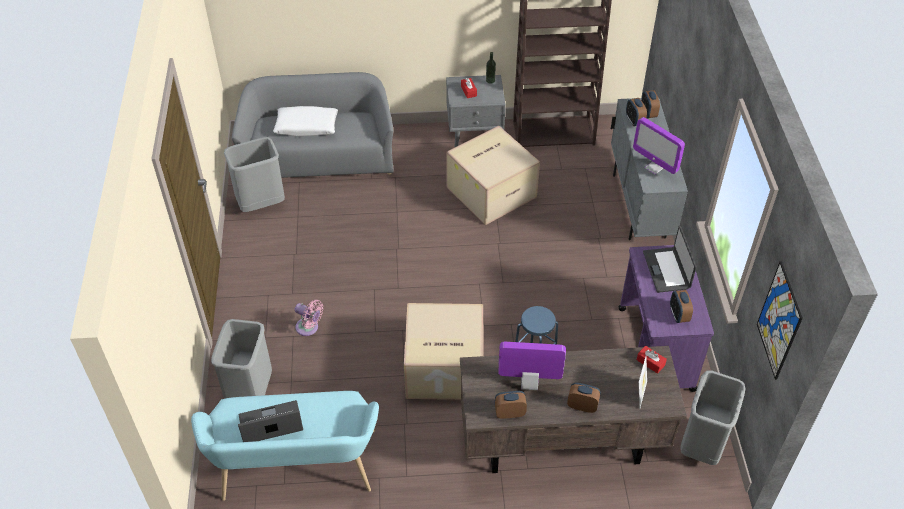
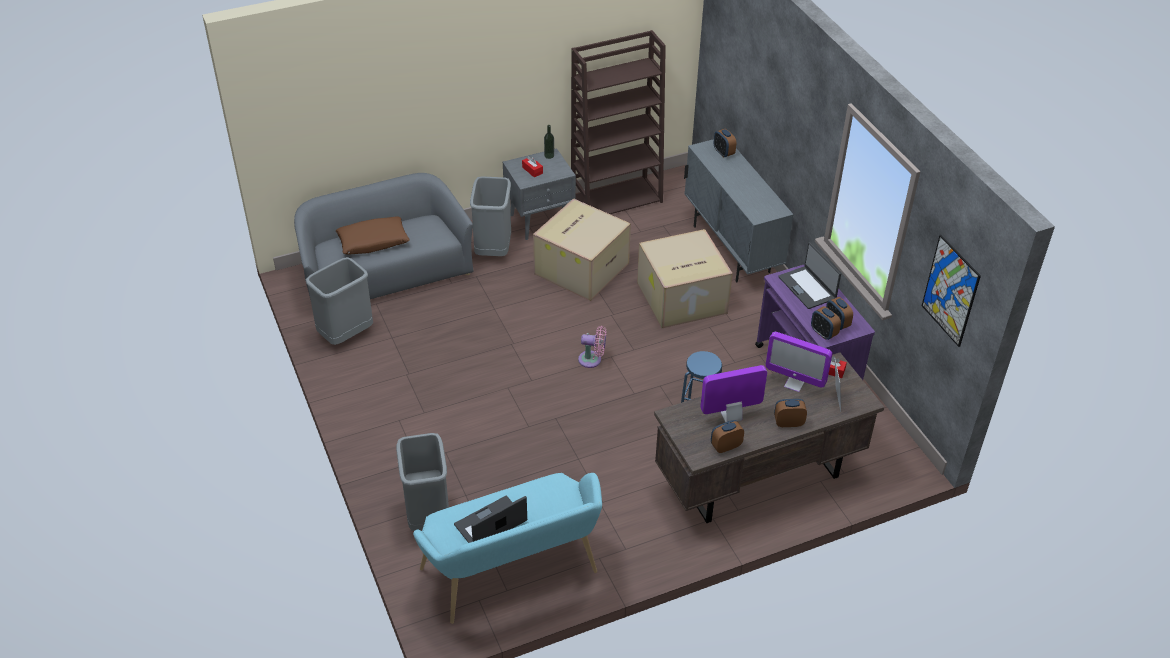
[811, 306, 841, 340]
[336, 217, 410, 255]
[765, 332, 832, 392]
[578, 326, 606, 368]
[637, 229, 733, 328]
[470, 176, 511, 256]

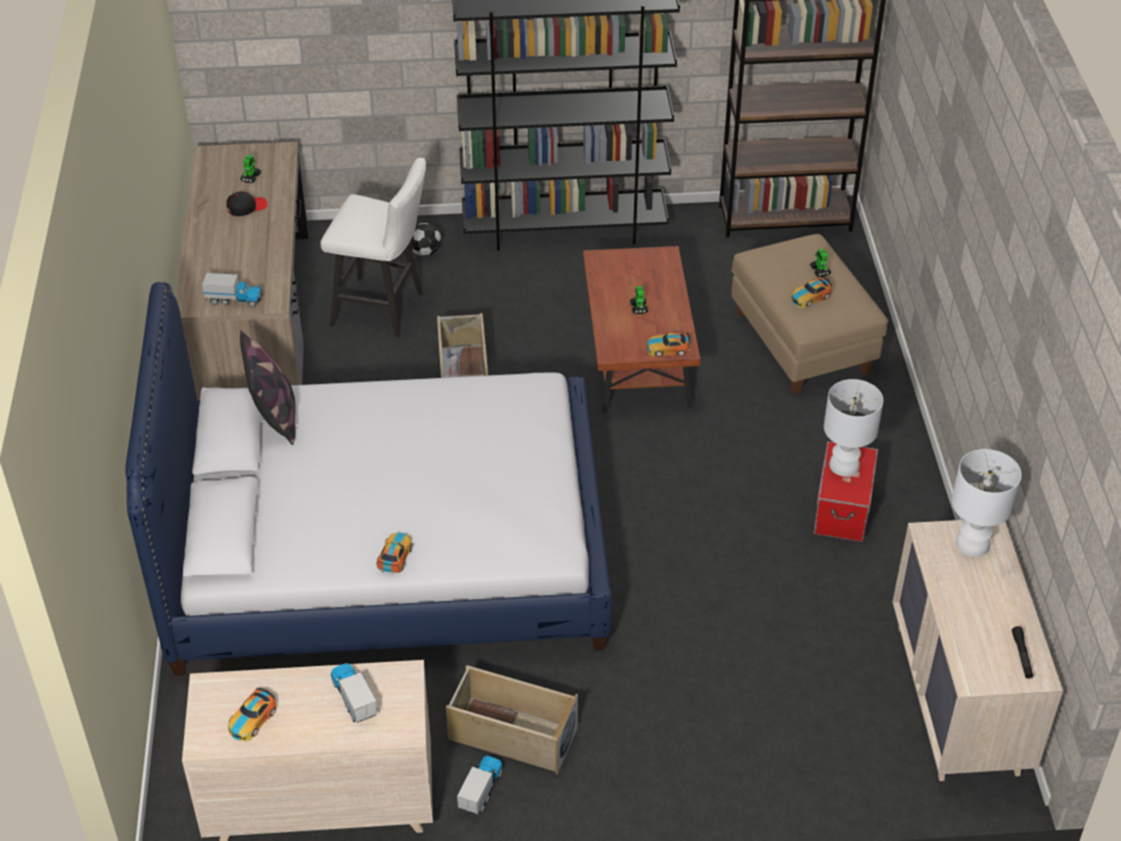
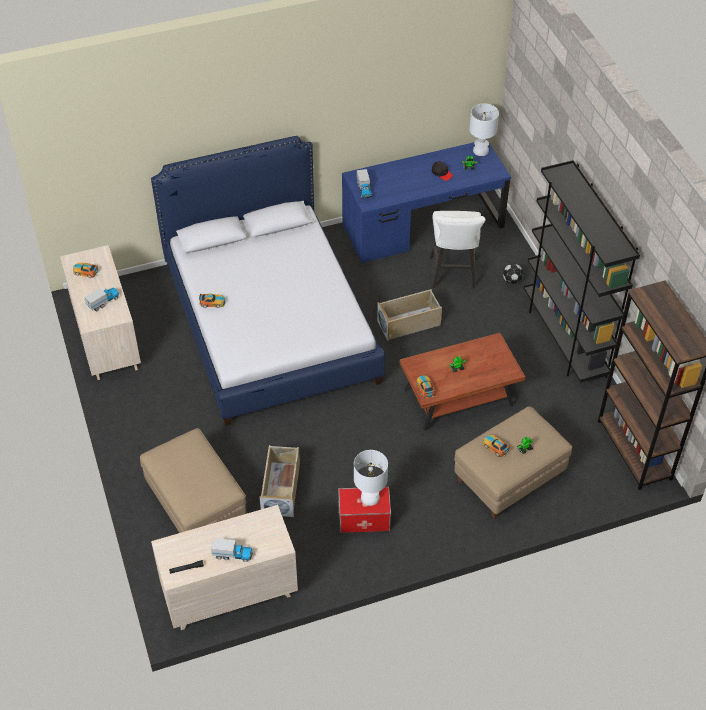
[342, 139, 511, 263]
[240, 330, 296, 445] (first image)
[469, 104, 499, 156]
[259, 445, 300, 517]
[211, 538, 253, 562]
[140, 428, 247, 533]

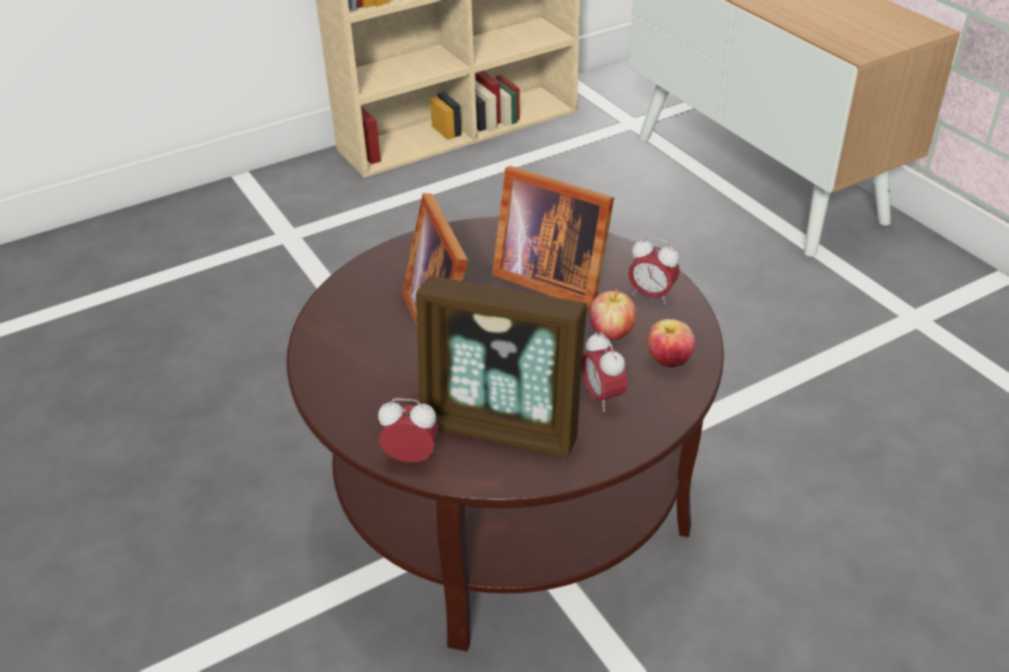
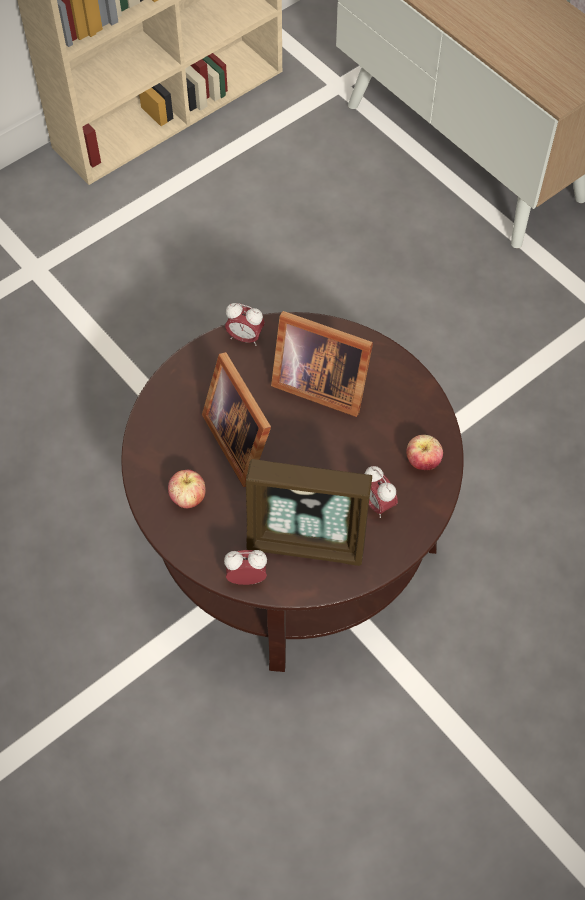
[225, 303, 265, 346]
[168, 470, 206, 508]

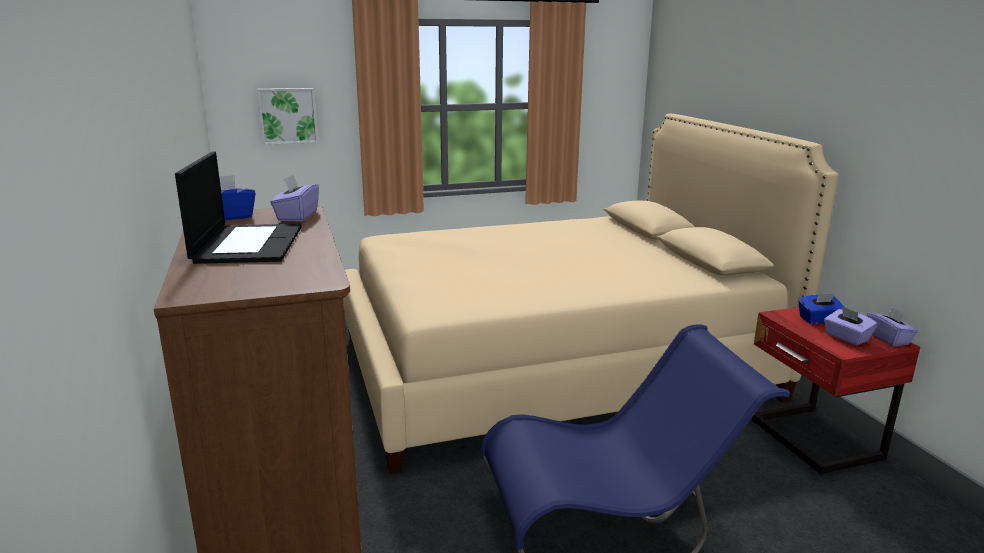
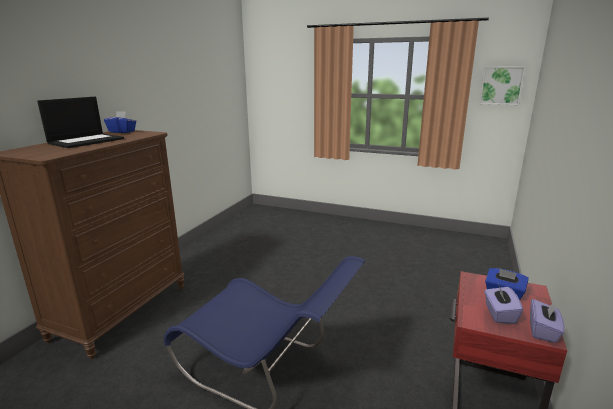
[479, 67, 525, 105]
[343, 114, 839, 474] (first image)
[270, 174, 319, 222] (first image)

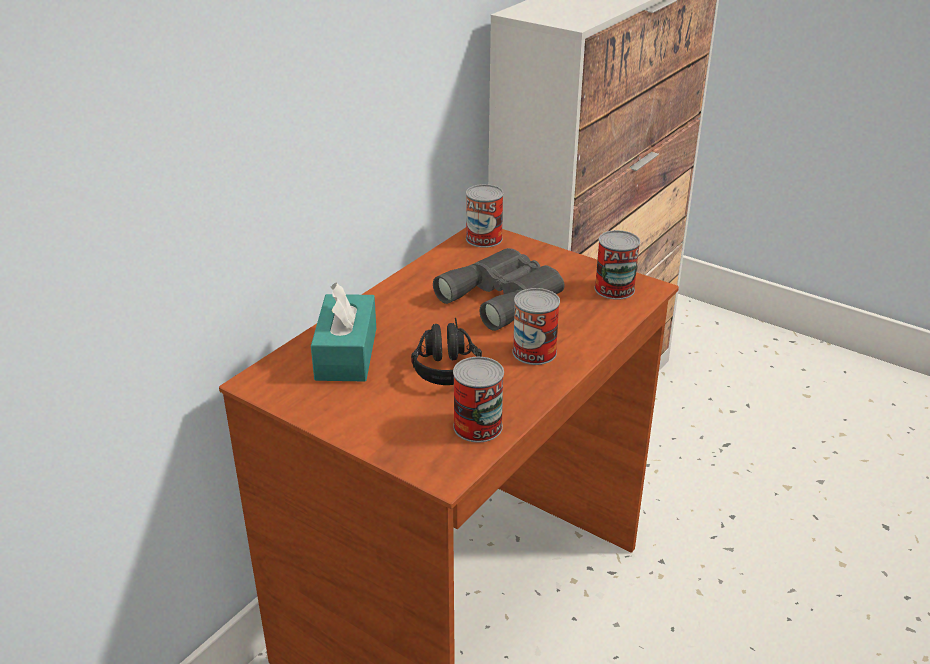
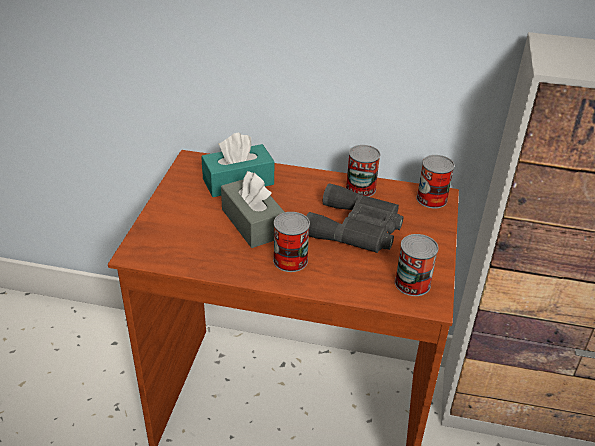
[221, 171, 284, 248]
[346, 145, 380, 197]

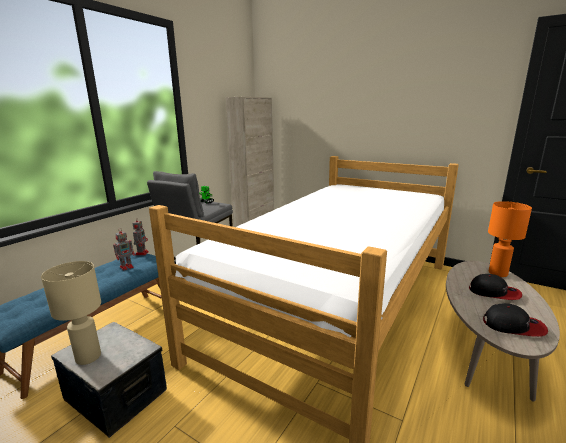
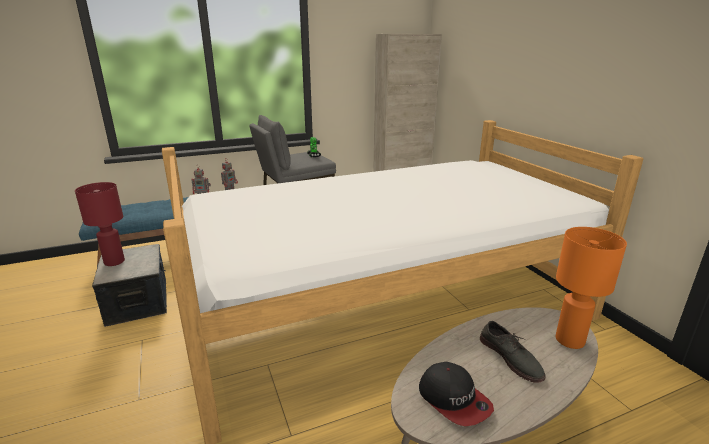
[75, 182, 125, 266]
[480, 321, 546, 383]

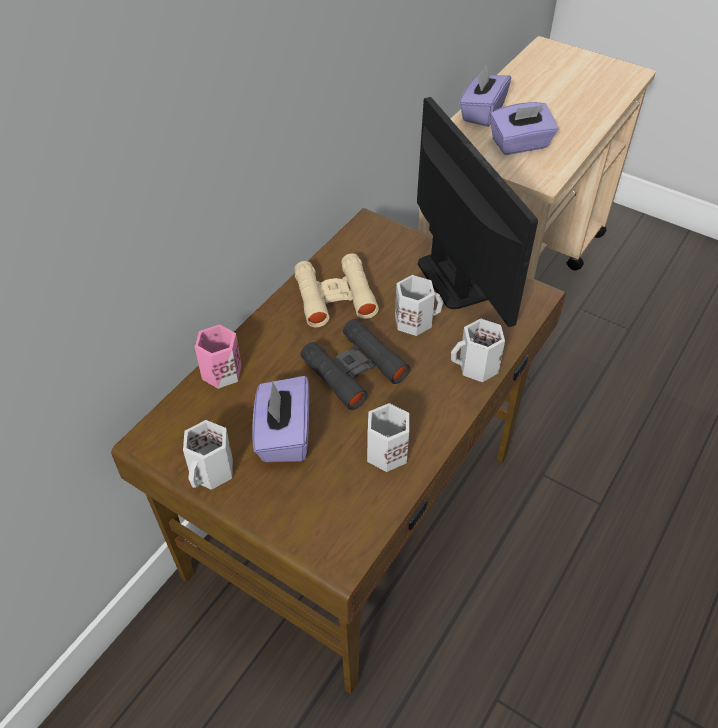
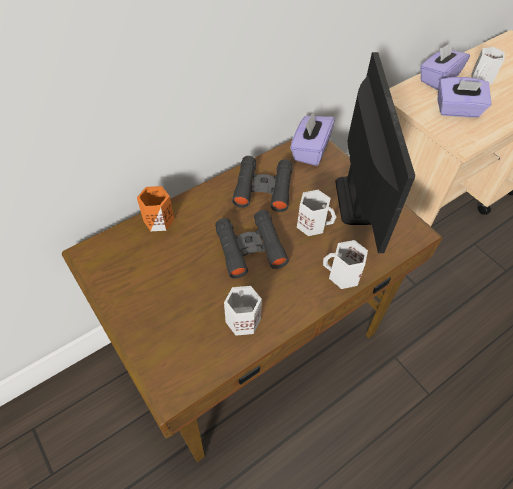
[232, 156, 292, 212]
[137, 186, 174, 231]
[290, 111, 335, 166]
[471, 47, 505, 84]

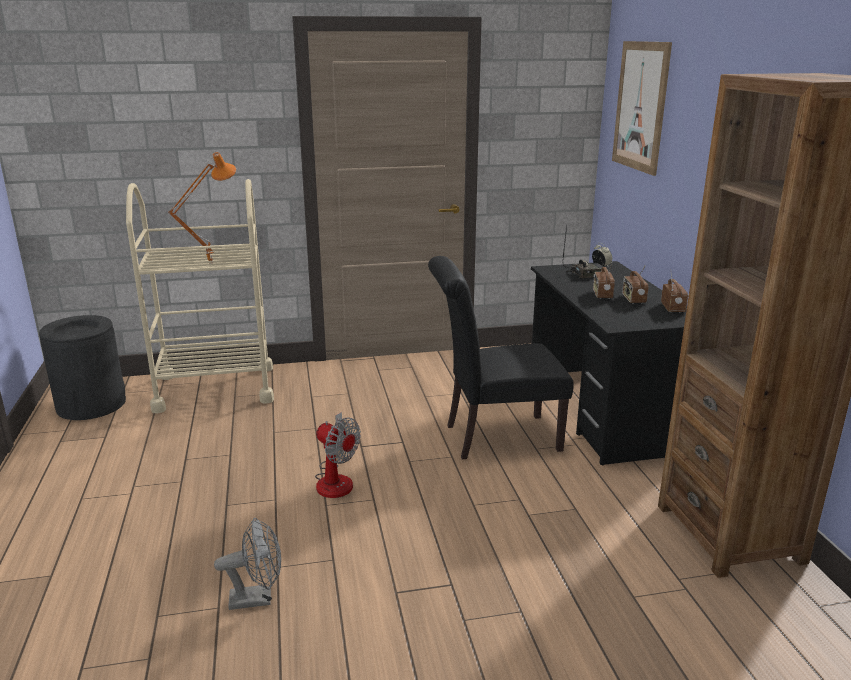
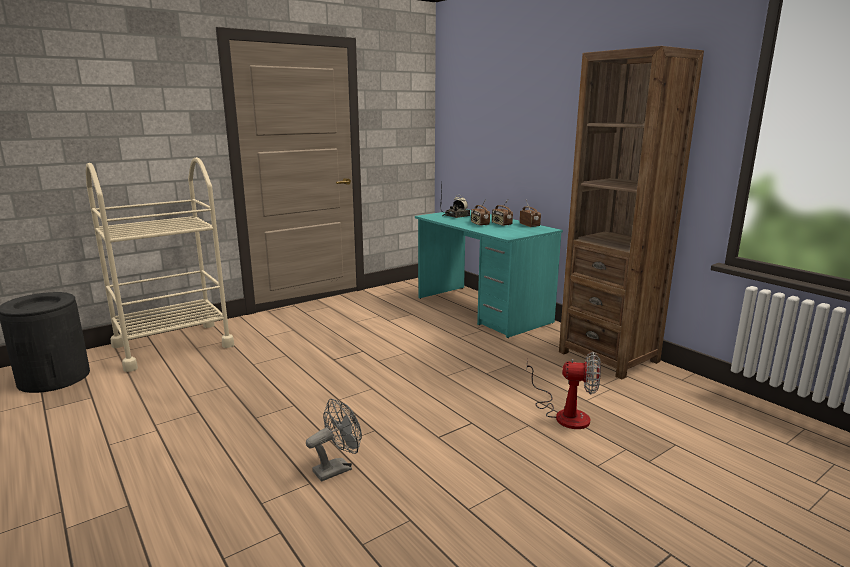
[612, 41, 672, 176] (first image)
[168, 152, 236, 264] (first image)
[428, 256, 574, 459] (first image)
[415, 209, 563, 338]
[526, 352, 601, 429]

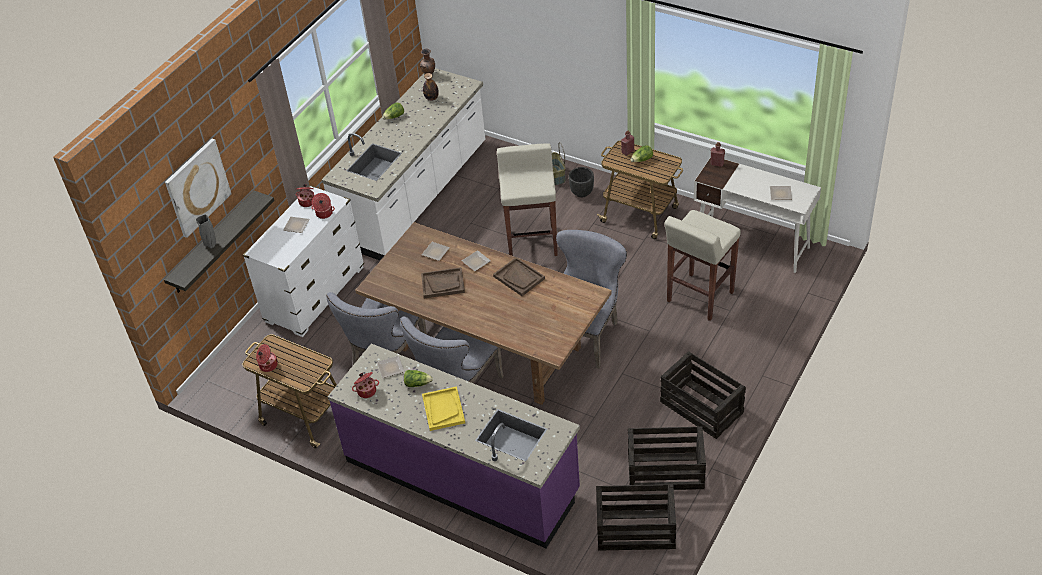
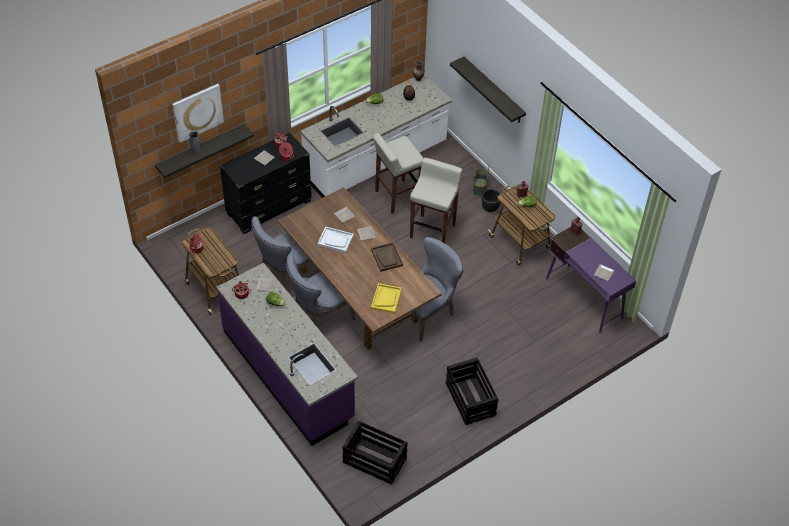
[546, 226, 636, 333]
[220, 132, 312, 234]
[373, 133, 424, 214]
[317, 226, 354, 253]
[371, 283, 402, 313]
[628, 427, 706, 490] (first image)
[450, 57, 526, 123]

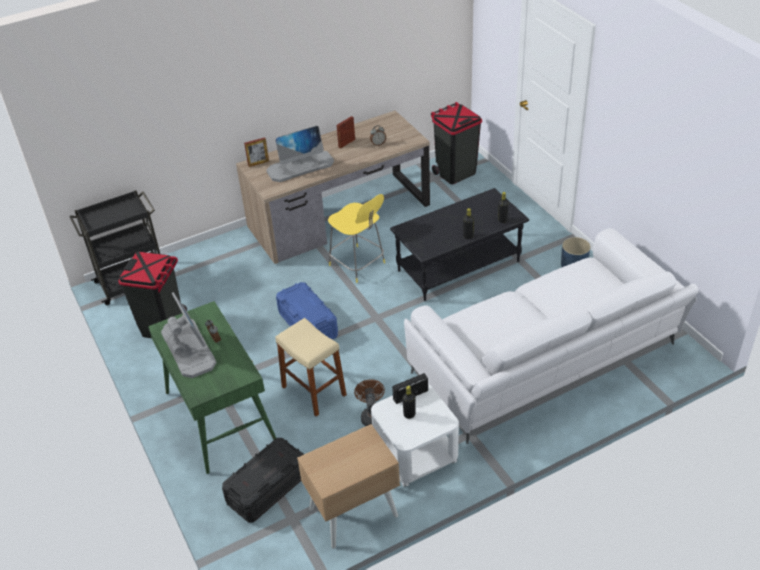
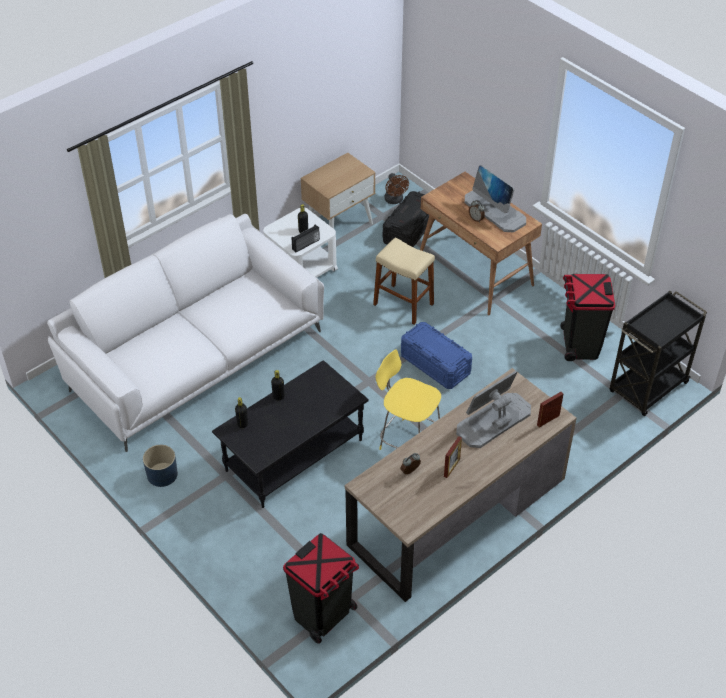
[420, 172, 542, 316]
[385, 173, 409, 204]

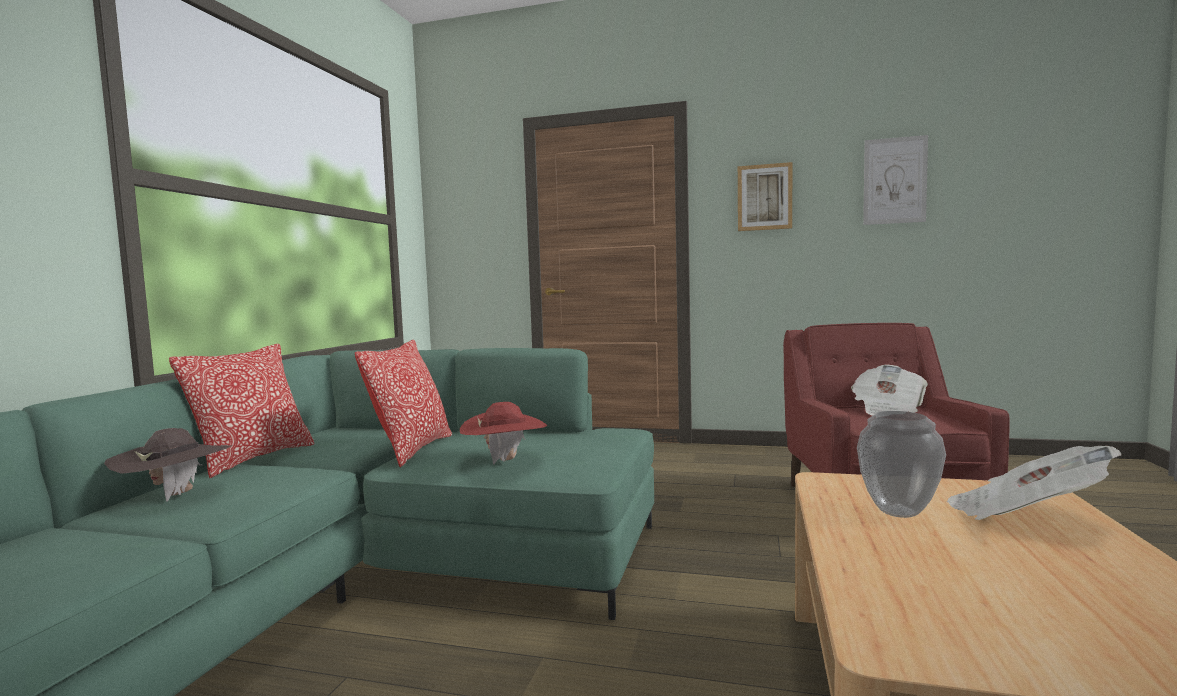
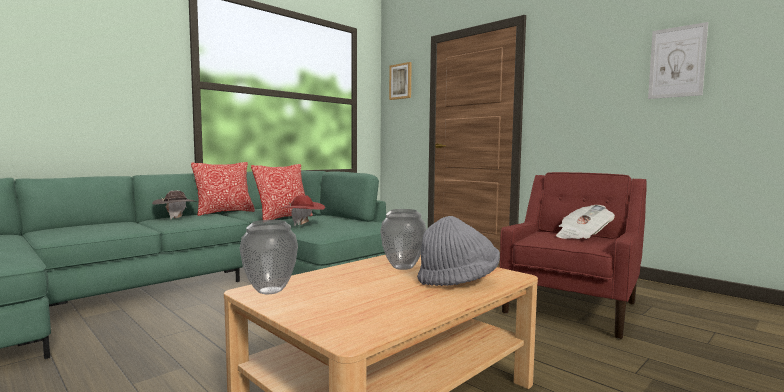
[389, 62, 412, 100]
[417, 216, 500, 286]
[240, 220, 298, 294]

